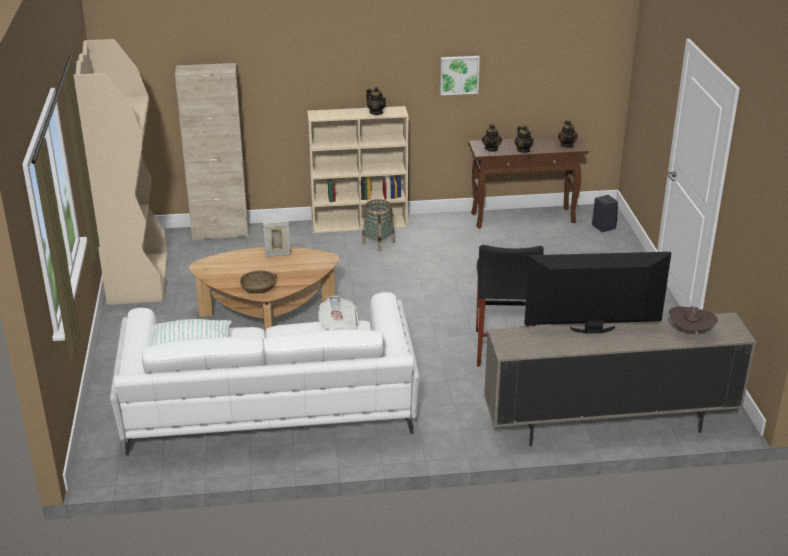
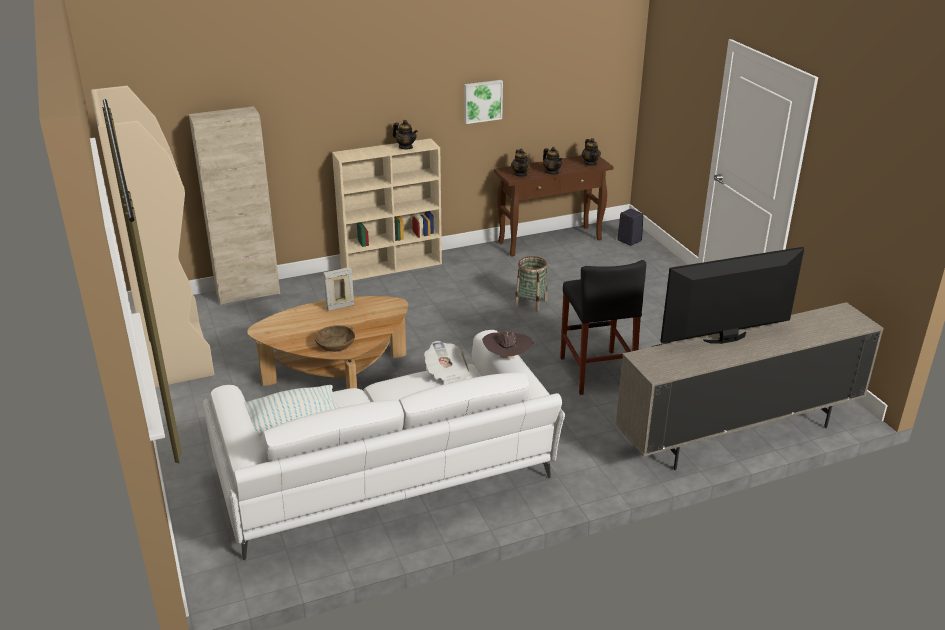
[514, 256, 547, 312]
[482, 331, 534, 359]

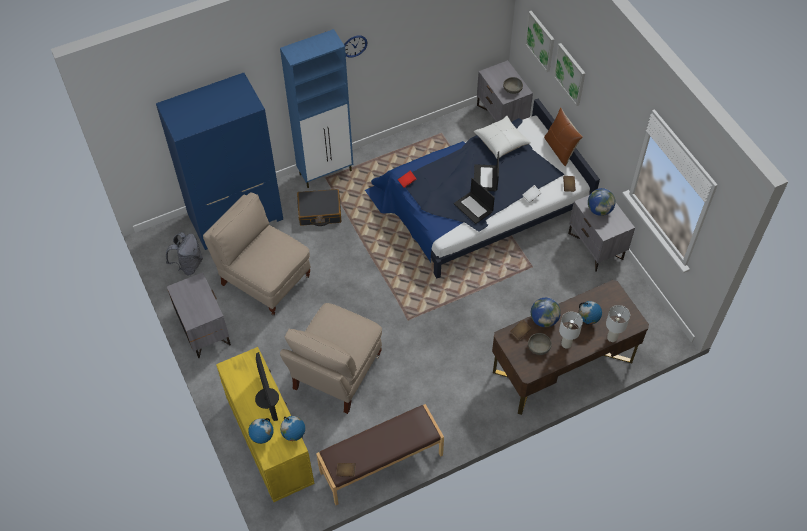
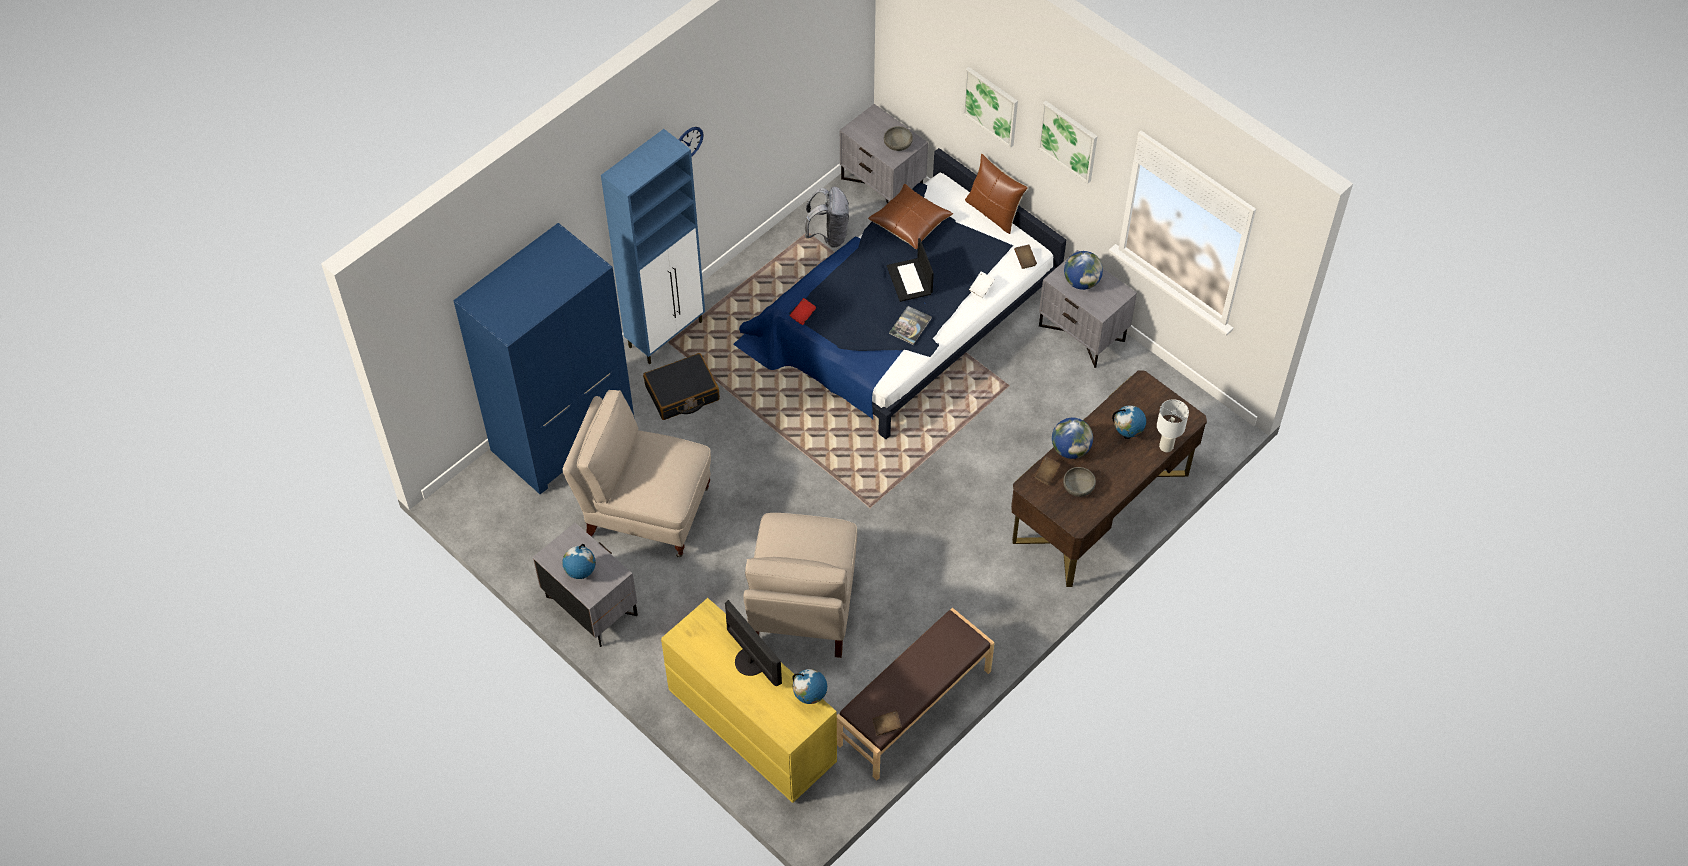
[1038, 101, 1098, 184]
[868, 184, 953, 249]
[889, 306, 932, 345]
[805, 187, 849, 248]
[559, 312, 583, 348] (first image)
[562, 544, 596, 579]

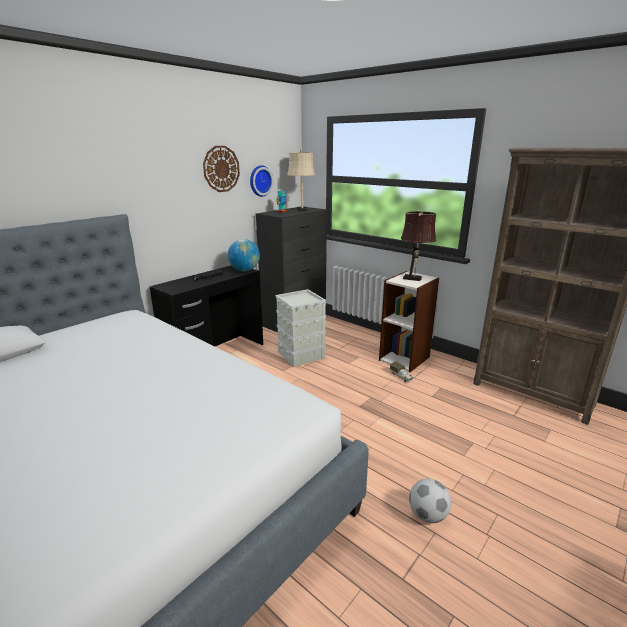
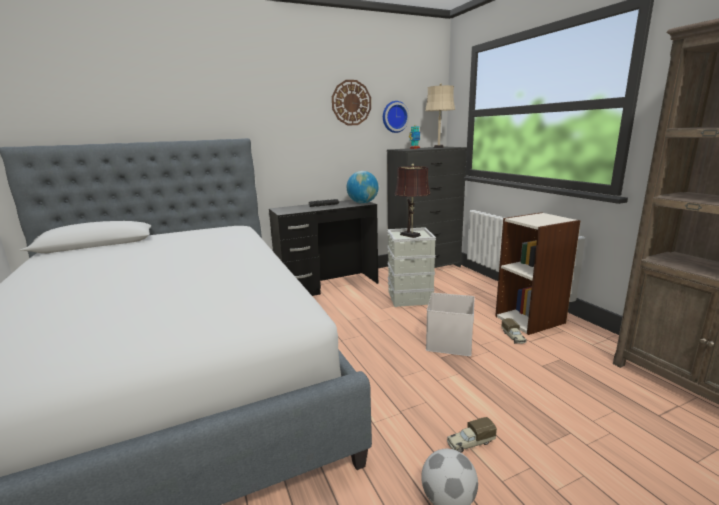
[394, 164, 431, 238]
[426, 293, 474, 356]
[447, 417, 497, 453]

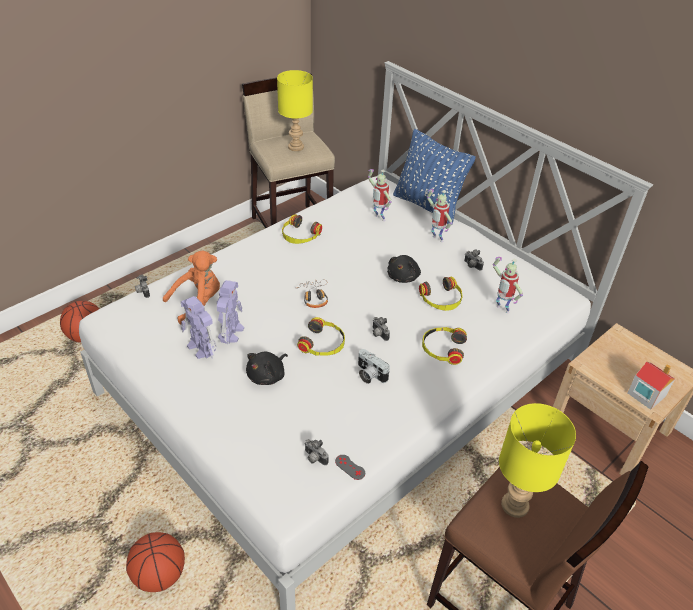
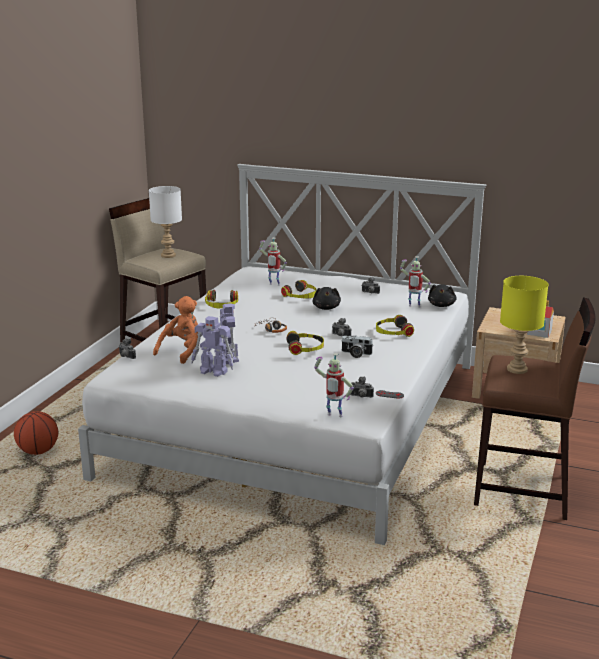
[149, 186, 182, 258]
[393, 129, 476, 225] (first image)
[314, 353, 354, 417]
[281, 280, 317, 298]
[428, 284, 457, 307]
[126, 532, 185, 592] (first image)

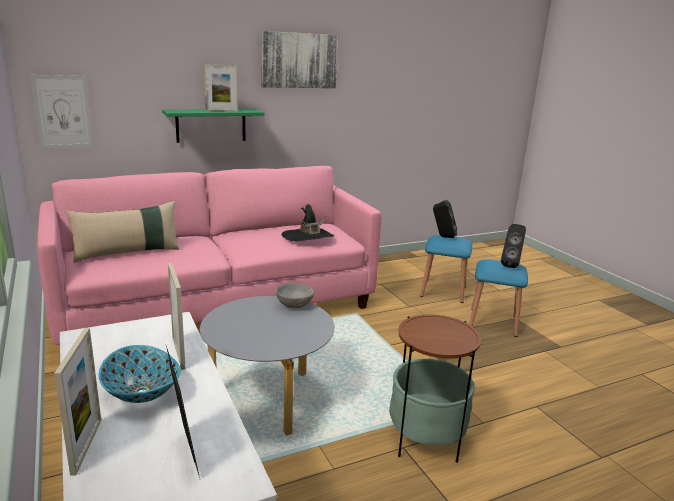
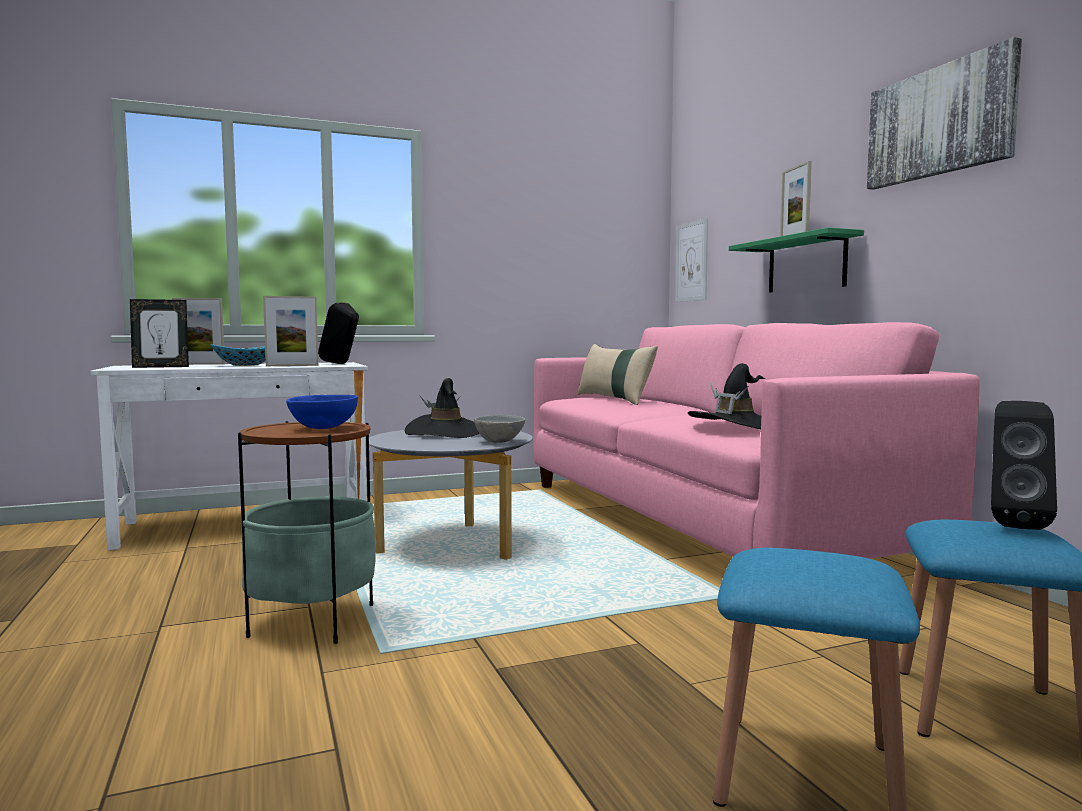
[318, 303, 359, 364]
[405, 378, 479, 438]
[286, 395, 358, 429]

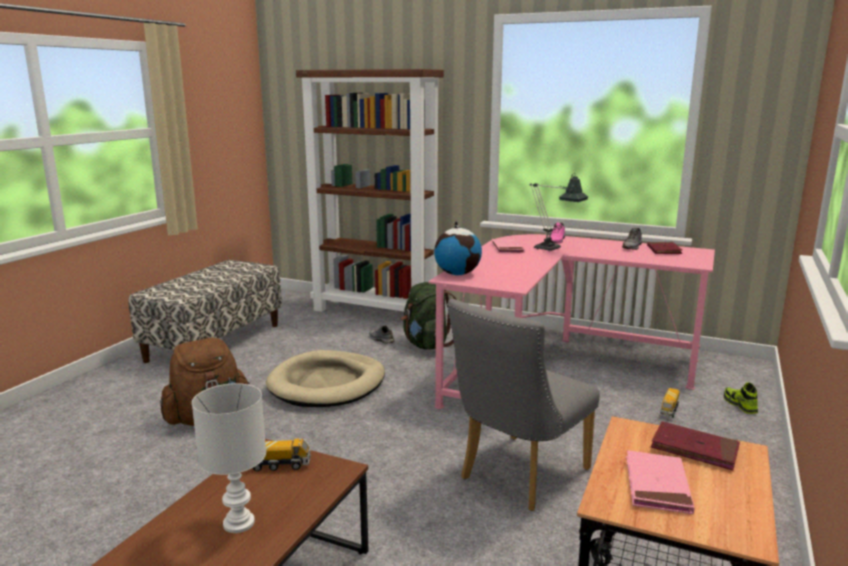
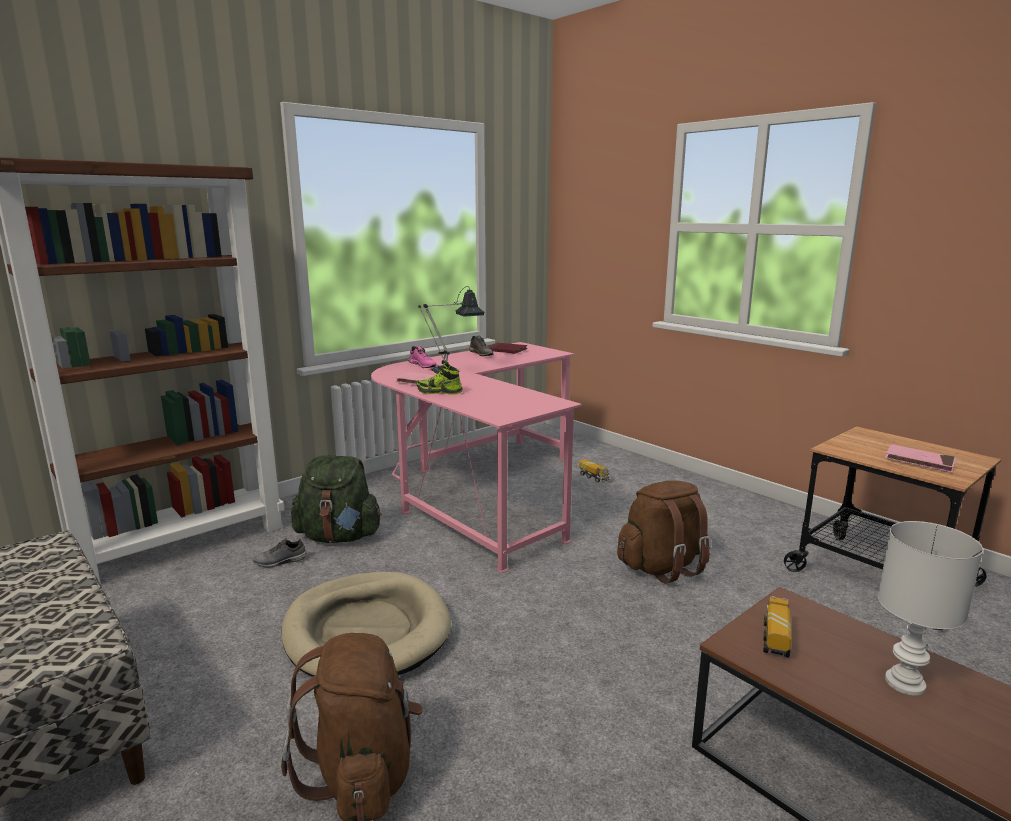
[434, 221, 482, 275] (first image)
[617, 481, 711, 583]
[416, 363, 463, 395]
[651, 421, 740, 470] (first image)

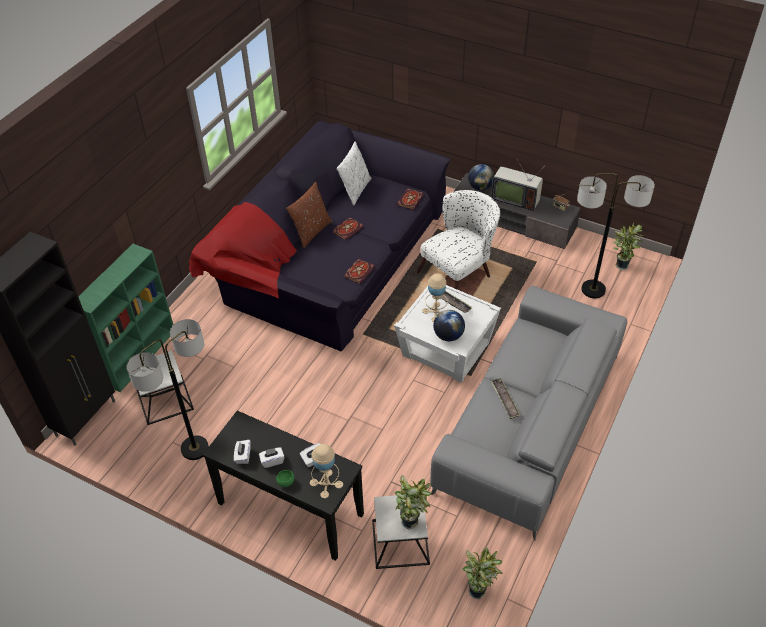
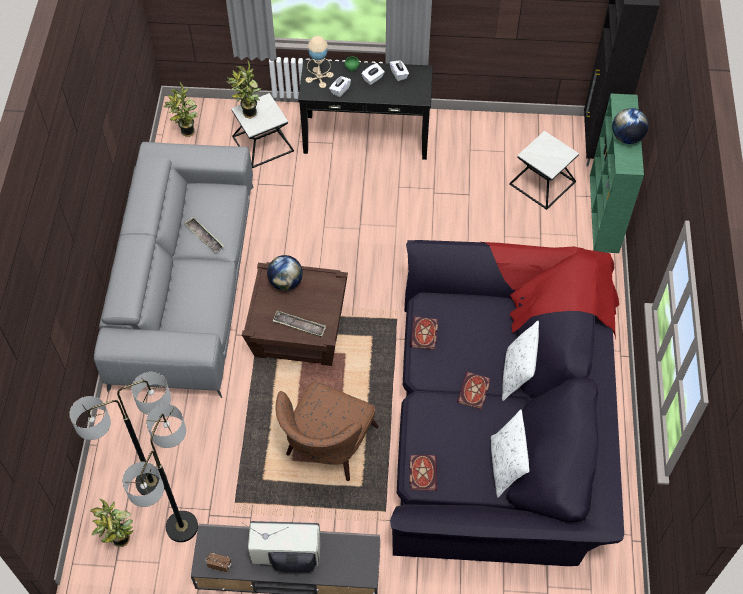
[612, 108, 649, 144]
[502, 321, 539, 401]
[276, 381, 379, 481]
[422, 273, 448, 322] (first image)
[242, 262, 348, 366]
[122, 404, 198, 542]

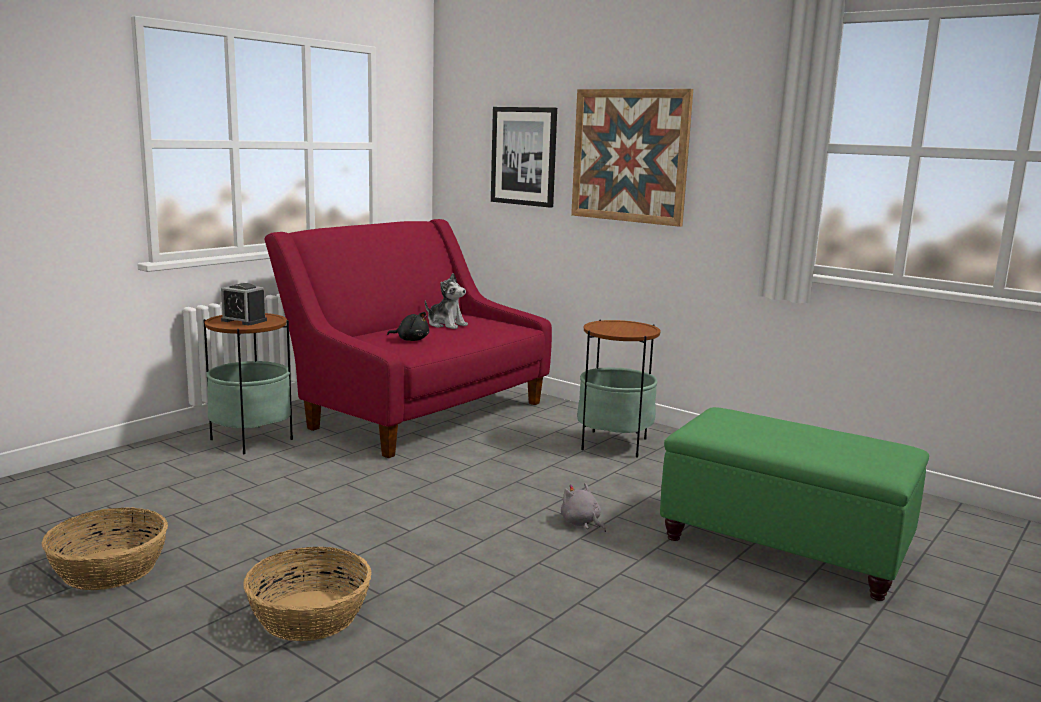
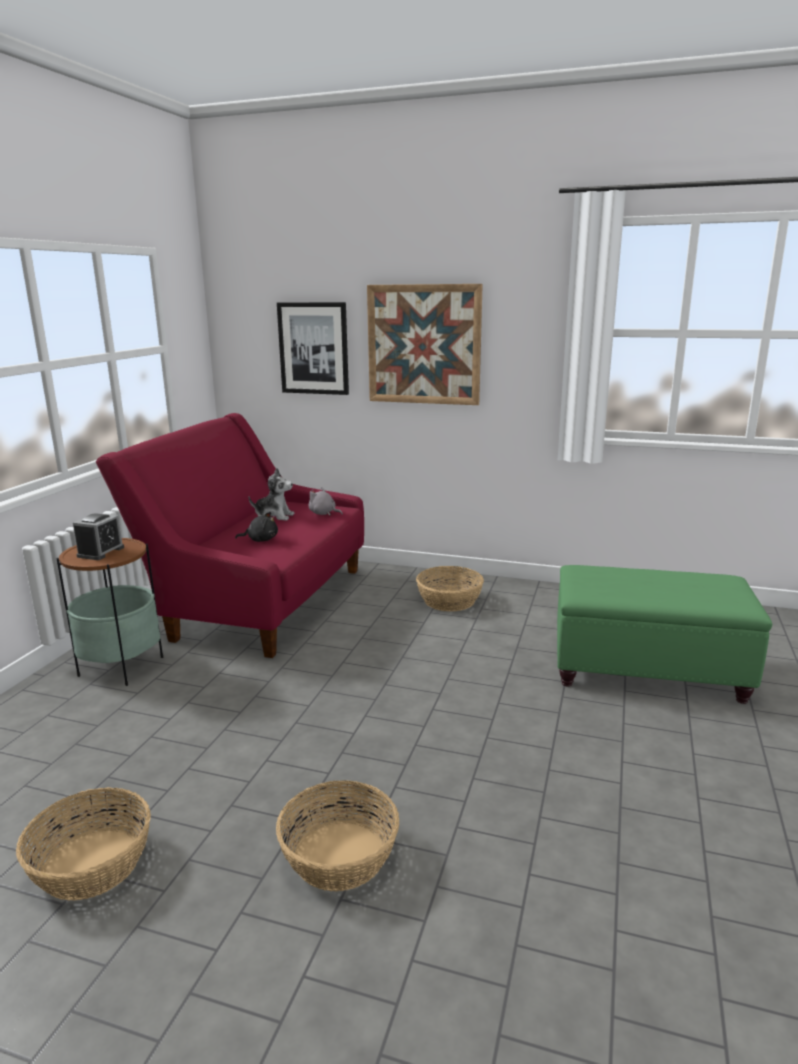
[73, 513, 124, 560]
[416, 566, 484, 612]
[309, 487, 343, 516]

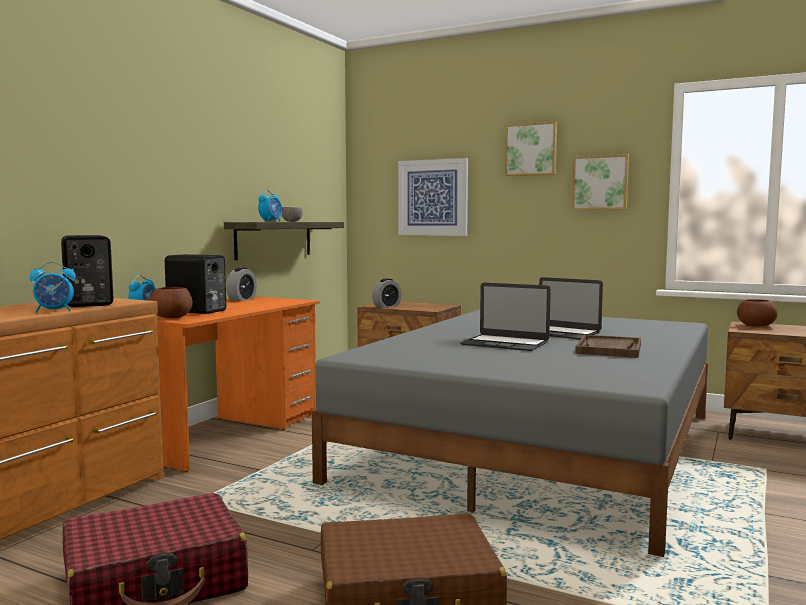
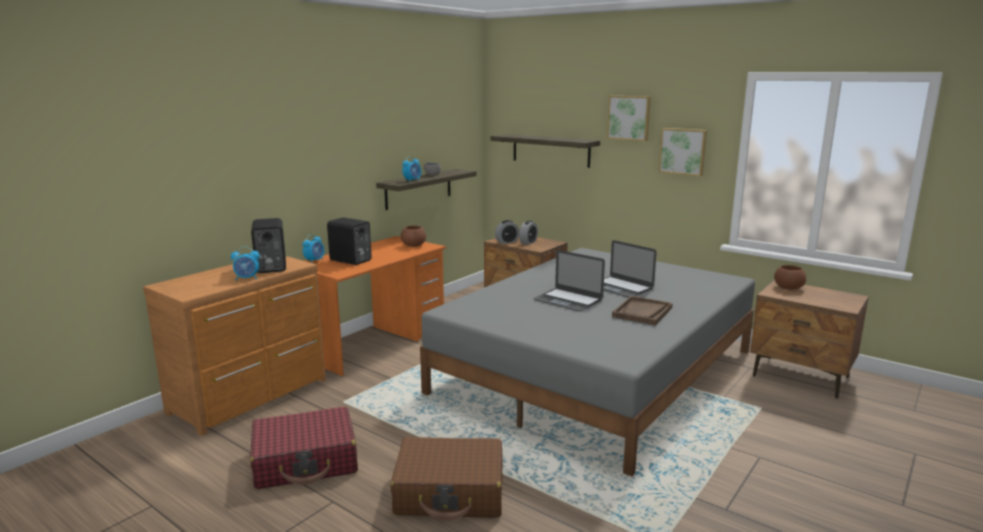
[491, 134, 600, 168]
[519, 221, 538, 245]
[400, 226, 426, 247]

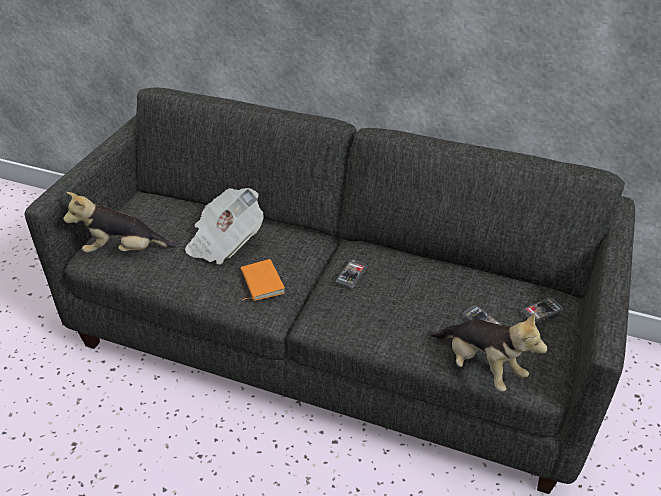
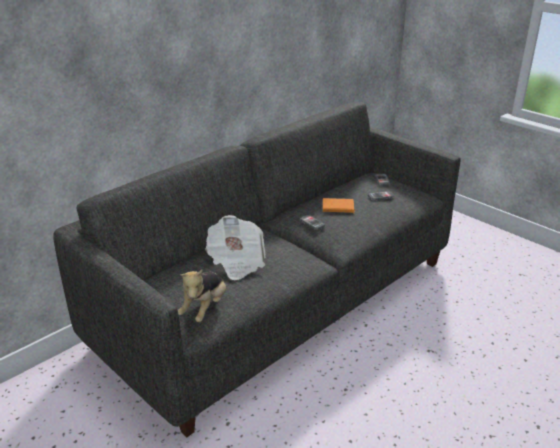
[323, 198, 356, 213]
[430, 312, 548, 391] (first image)

